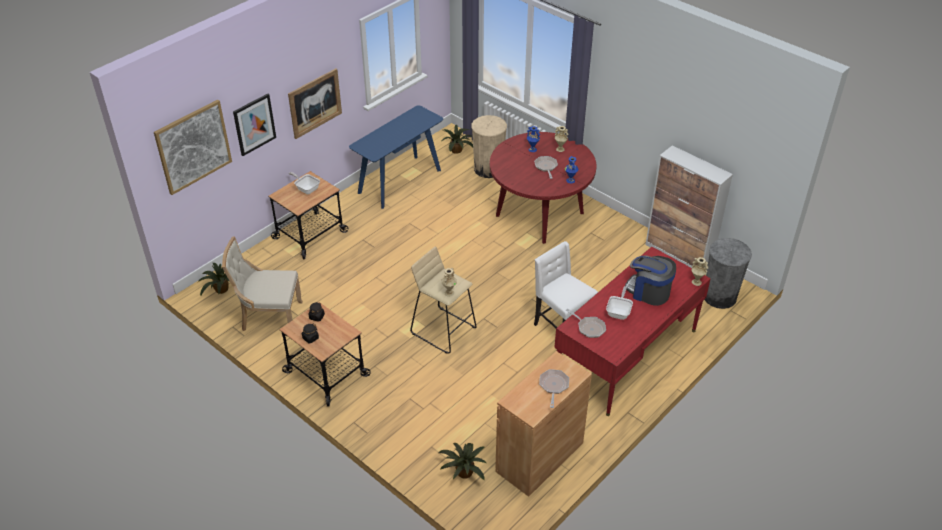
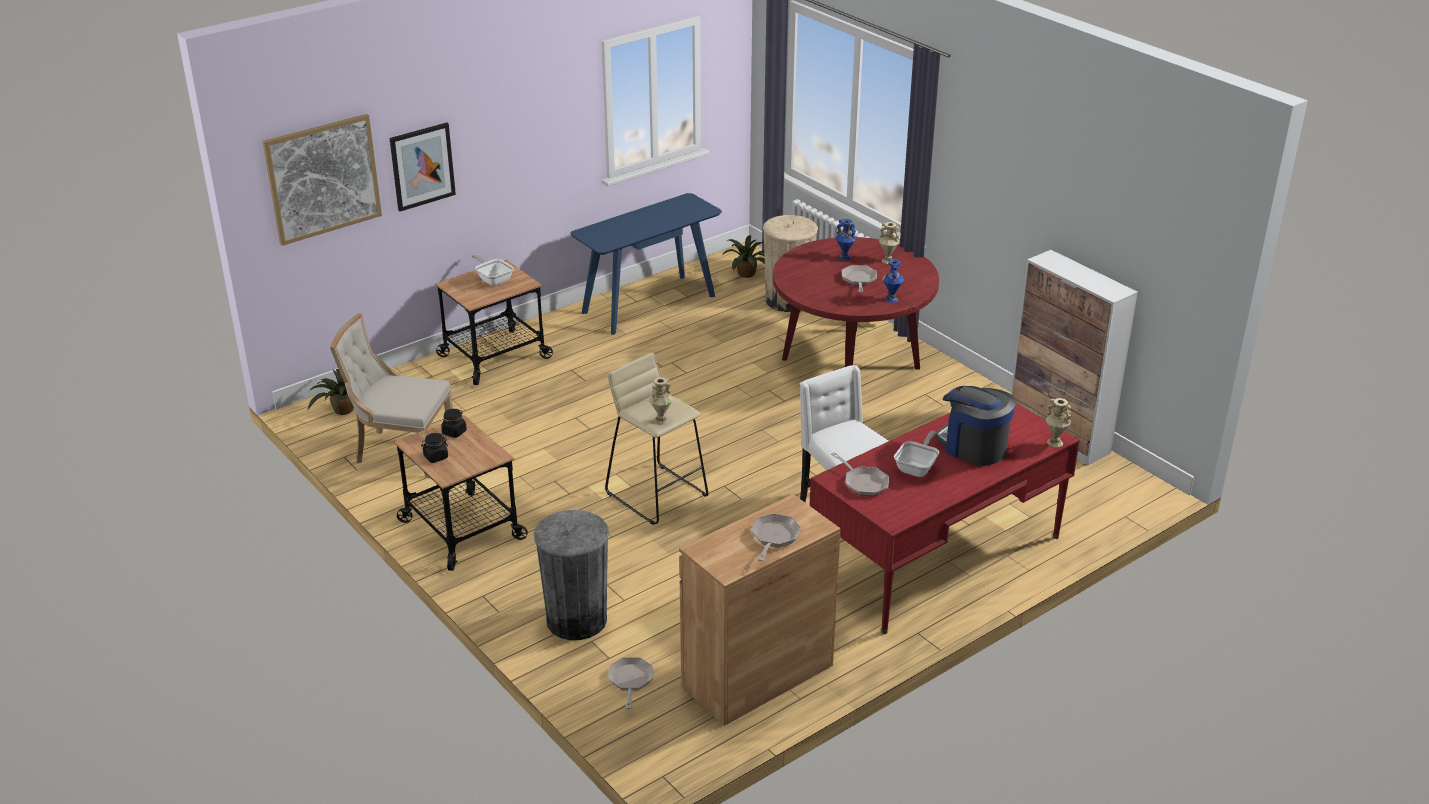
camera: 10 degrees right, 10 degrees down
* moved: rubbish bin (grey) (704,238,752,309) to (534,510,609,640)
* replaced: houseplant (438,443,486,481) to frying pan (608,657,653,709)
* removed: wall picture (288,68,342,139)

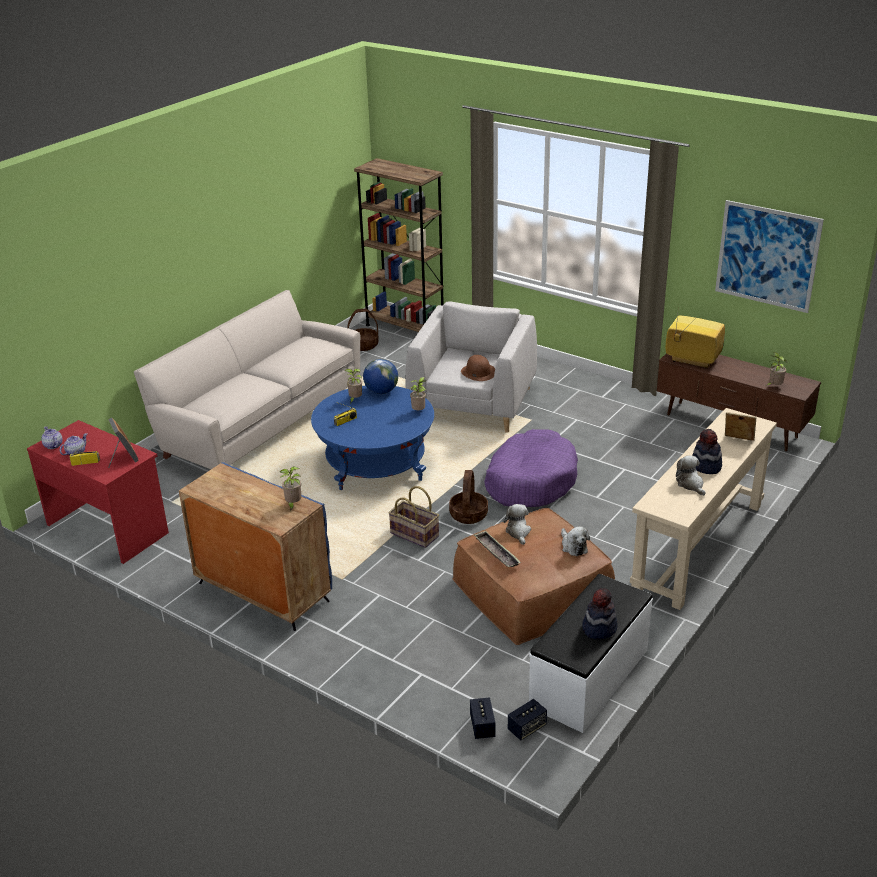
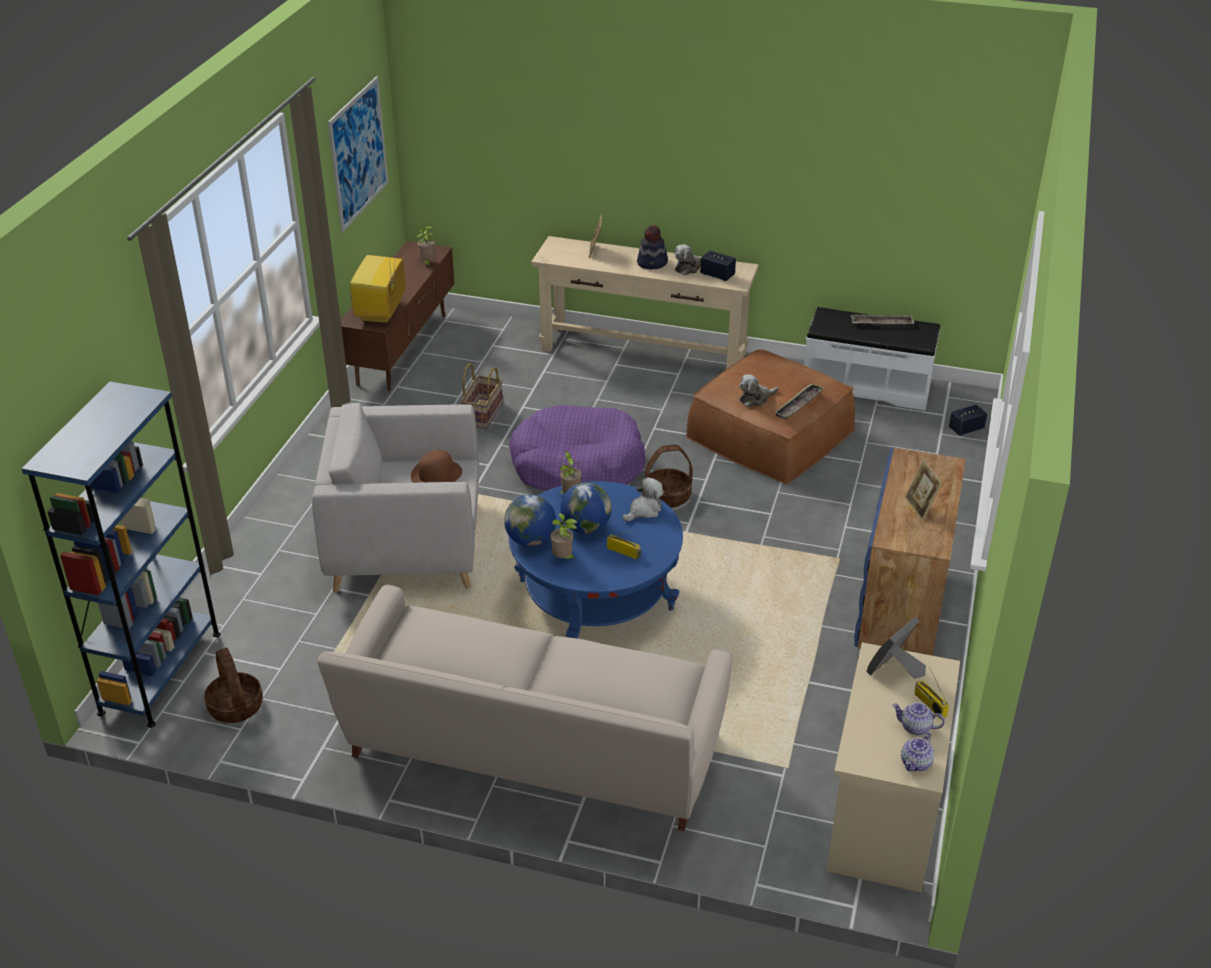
camera: 110 degrees left, 5 degrees up
* recoloured: bookcase (brownish) (354,158,444,332) to bookcase (bluish) (21,381,220,728)
* moved: basket (388,486,439,548) to (460,363,503,429)
* added: desk globe (560,482,612,534)
* moved: plush toy (561,526,590,556) to (622,477,663,521)
* moved: loudspeaker (508,699,547,741) to (700,251,736,281)
* recoloured: desk table (reddish) (27,420,169,564) to desk table (beige-coloured) (827,642,960,893)
* replaced: clothing hat (582,588,618,639) to serving tray (851,314,915,327)
* added: standing frame (905,460,942,520)
* removed: houseplant (280,467,301,511)

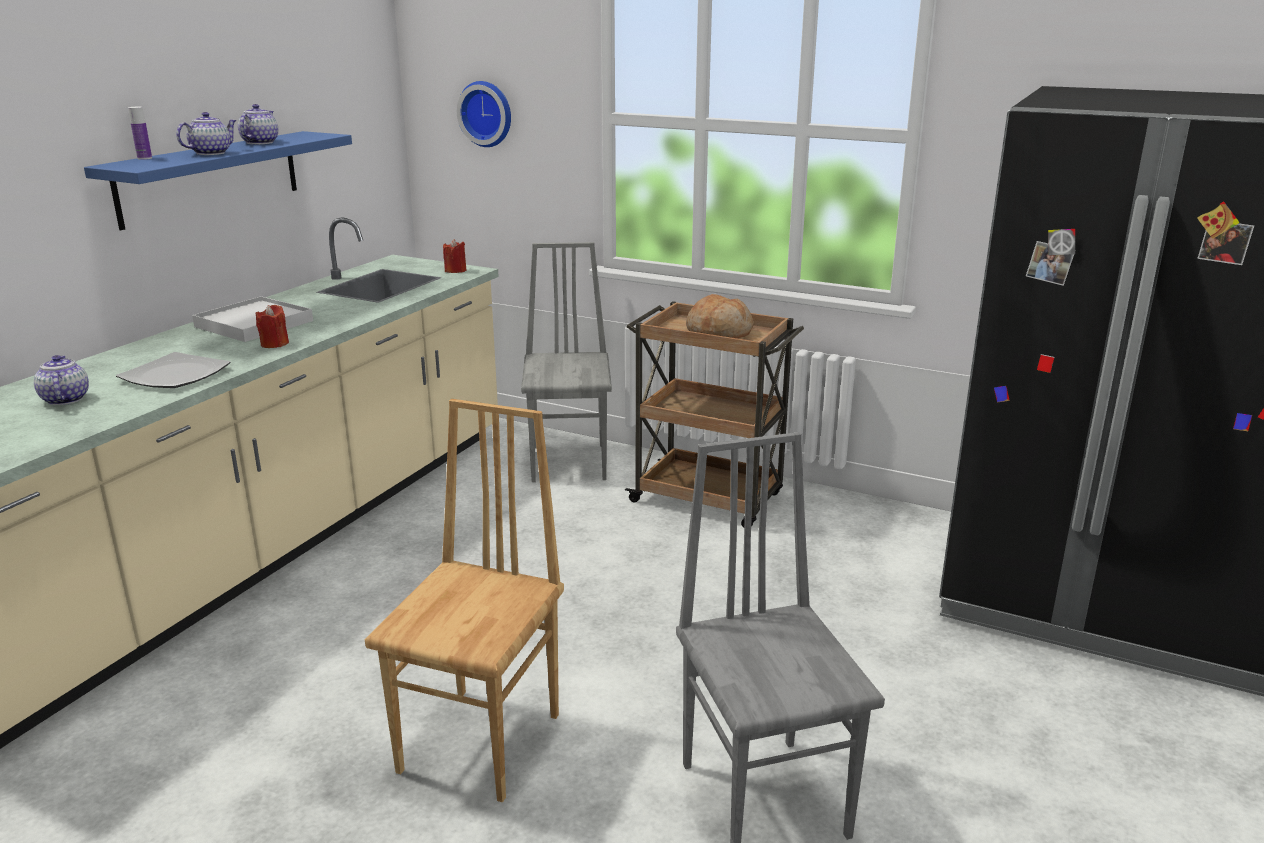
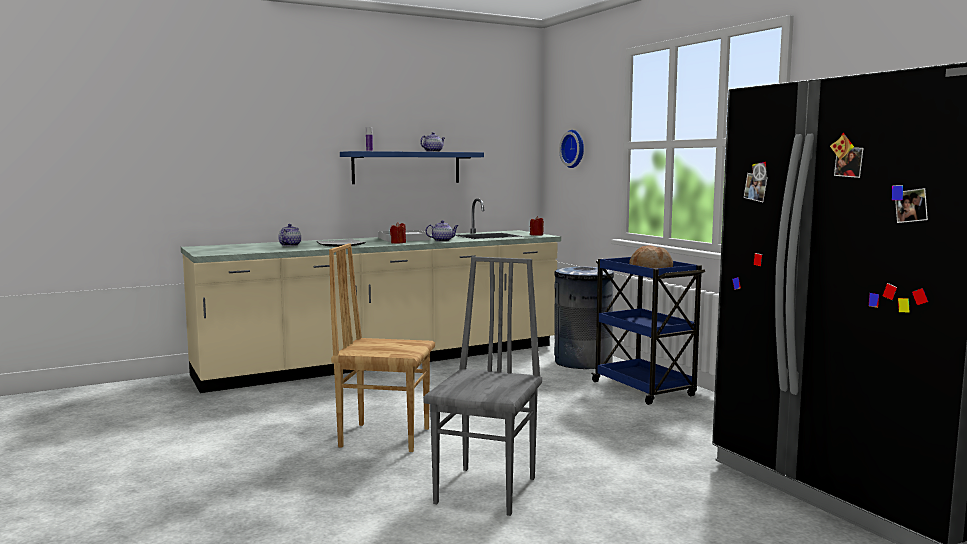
camera: 35 degrees right, 15 degrees down
* turned: plain chair (brownish) (365,399,564,802) = (329,243,435,452) 135 degrees counterclockwise
* moved: teapot (176,112,237,155) to (425,220,459,242)
* replaced: plain chair (grey) (521,242,612,482) to rubbish bin (grey) (554,267,614,369)
* recoloured: cart (brownish) (625,301,804,528) to cart (bluish) (591,257,705,405)

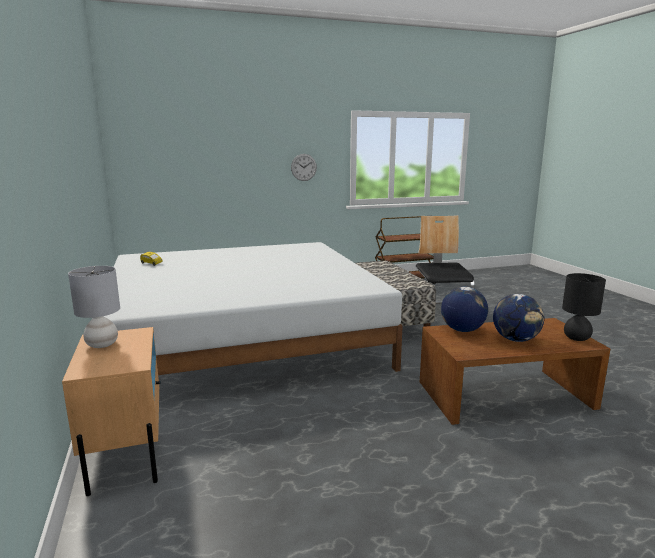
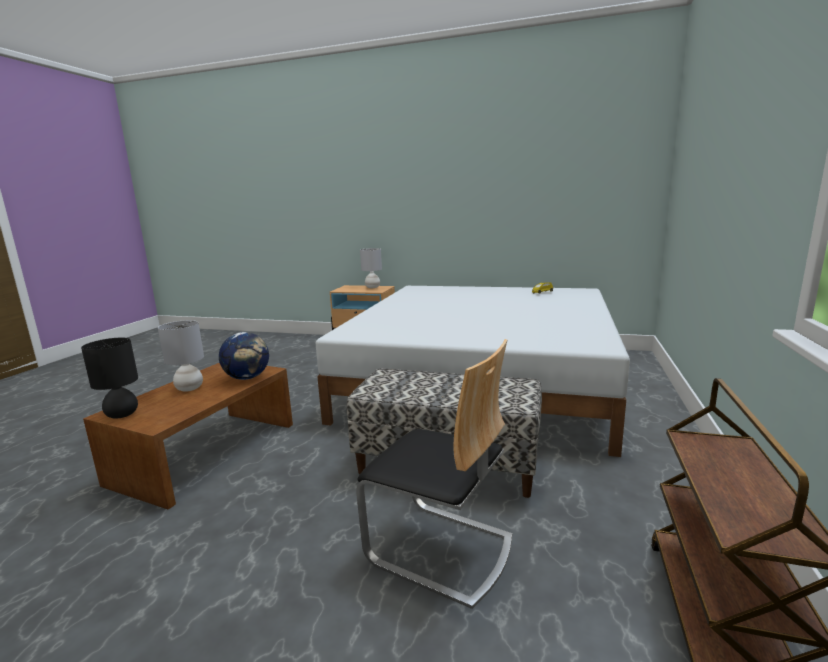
camera: 125 degrees right, 0 degrees up
* replaced: desk globe (493,294,544,342) to table lamp (grey) (158,320,204,392)
* removed: wall clock (291,154,317,181)

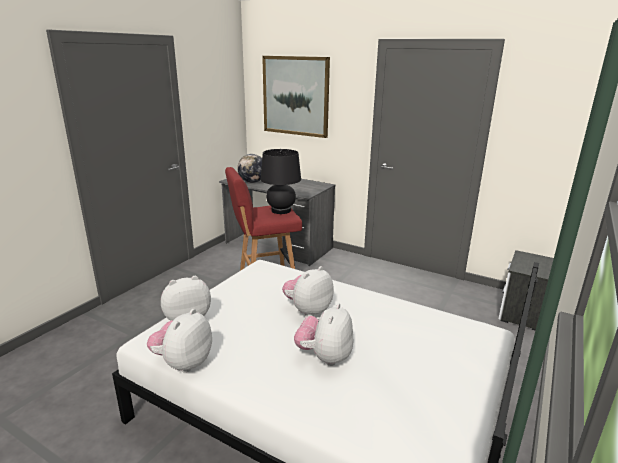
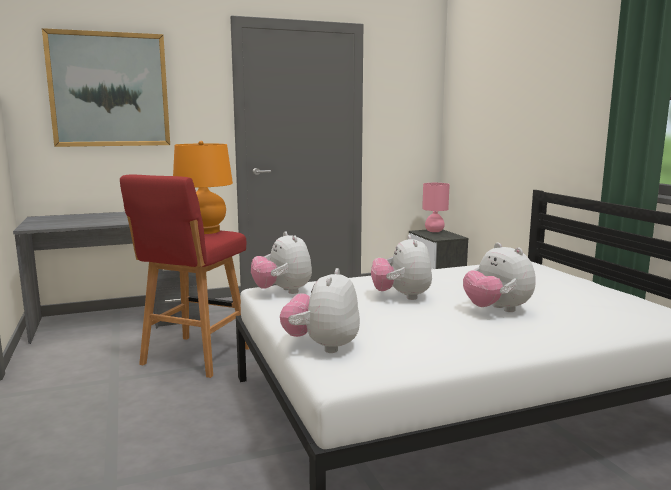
camera: 50 degrees left, 10 degrees down
* recoloured: table lamp (black-coloured) (261,149,301,214) to table lamp (orange) (173,141,233,234)
* moved: plush toy (147,309,212,373) to (251,231,312,294)
* added: table lamp (pinkish) (422,183,450,232)
* removed: desk globe (237,154,262,183)

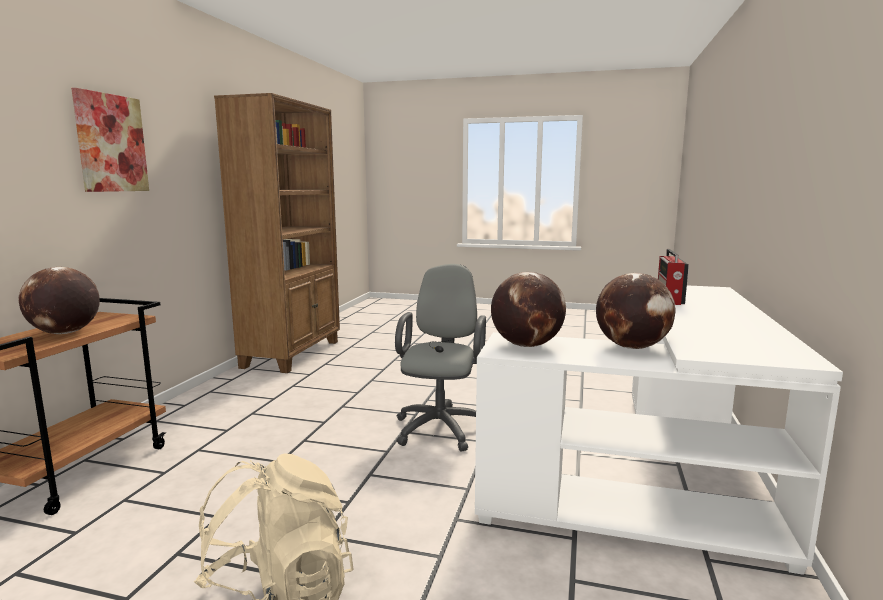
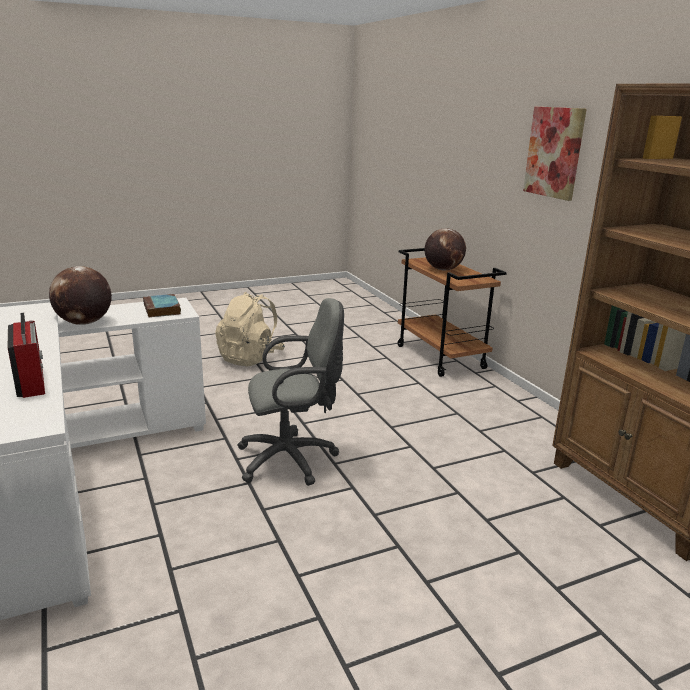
camera: 140 degrees right, 10 degrees up
* replaced: desk globe (491,272,566,347) to book (143,294,181,317)
* turned: computer chair (grey) (395,264,486,452) = (237,298,344,486) 75 degrees counterclockwise

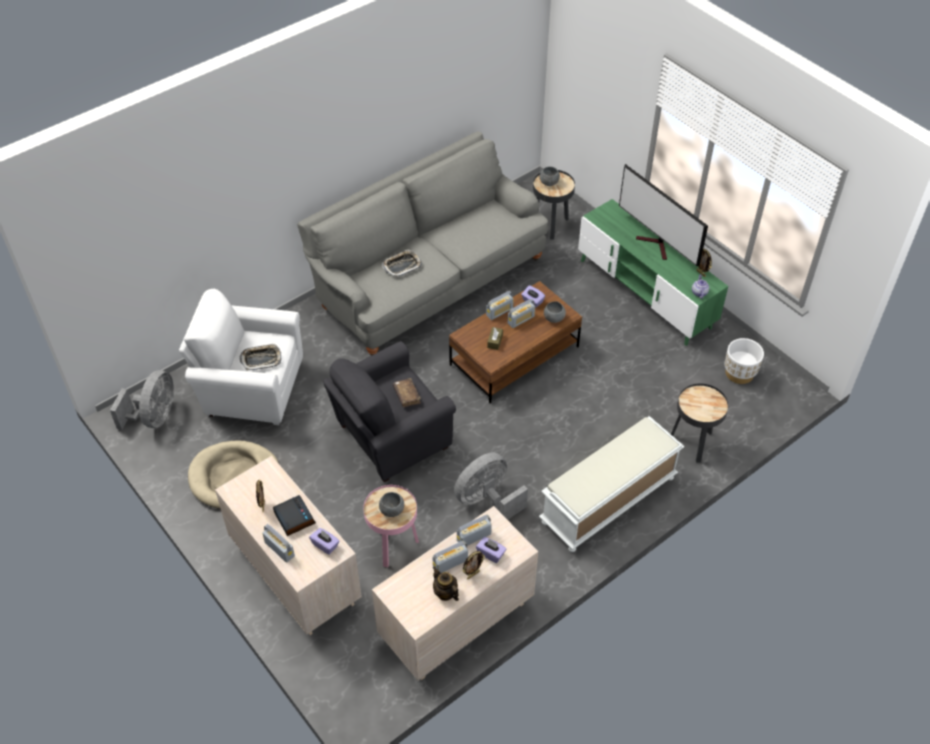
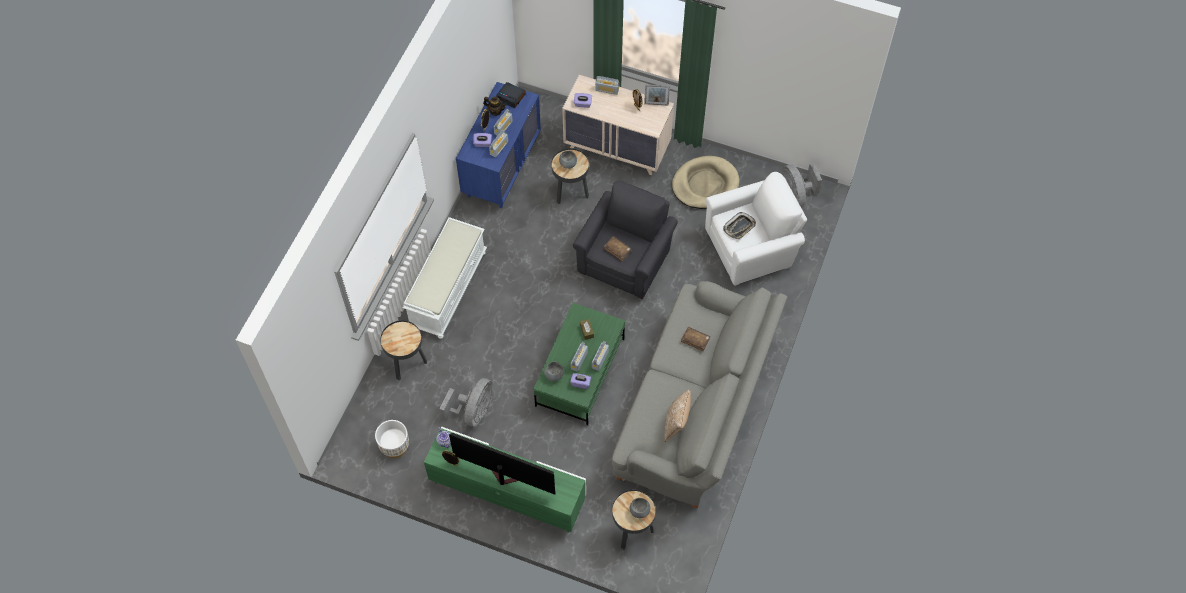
camera: 150 degrees right, 10 degrees up
* moved: fan (grey) (454,452,528,520) to (439,378,493,426)
* recoloured: dresser (beige-coloured) (372,506,538,681) to dresser (bluish) (456,82,541,208)
* moved: table clock (273,495,316,536) to (496,82,526,108)
* recoloured: low table (brownish) (449,281,582,403) to low table (green-coloured) (534,303,625,425)
* recoloured: side table (pinkish) (363,485,419,568) to side table (black-coloured) (551,148,589,204)
* added: standing frame (644,84,670,106)
* added: throw pillow (664,390,691,442)
* replaced: serving tray (382,249,422,277) to book (brownish) (681,327,710,351)

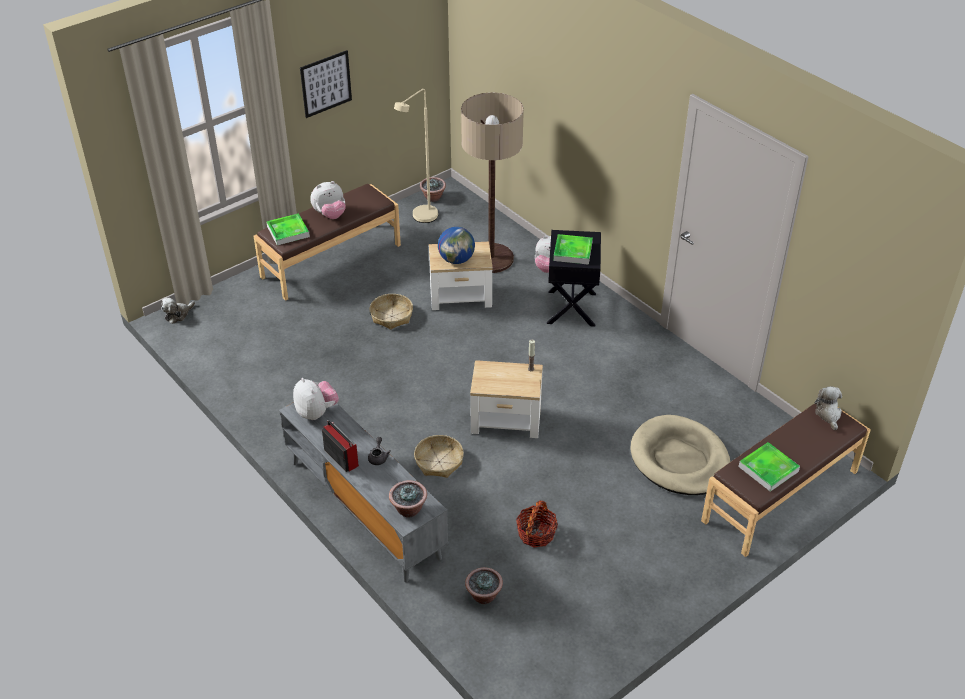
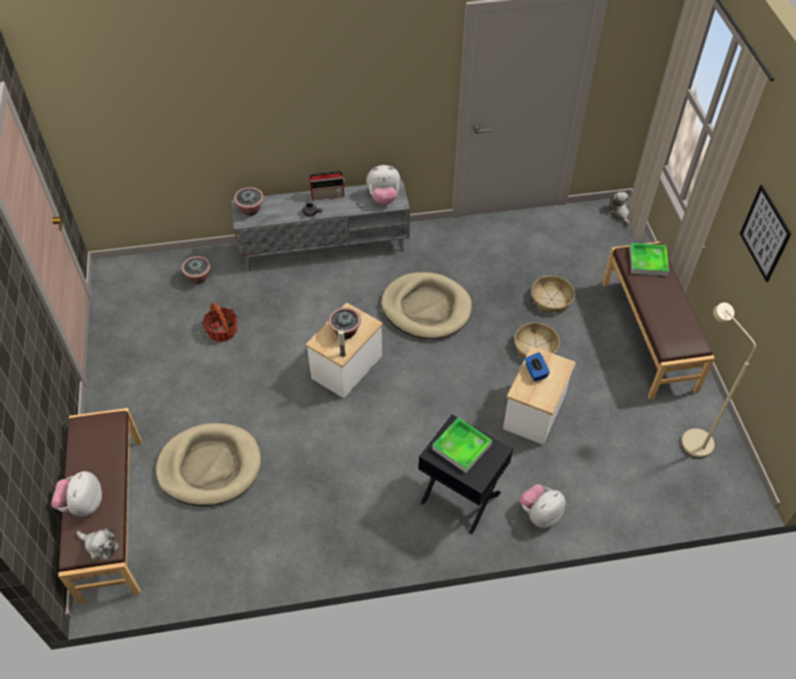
camera: 120 degrees right, 10 degrees up
* moved: plush toy (311,181,346,219) to (51,471,102,517)
* moved: houseplant (420,177,446,202) to (328,308,361,339)
* added: dog bed (beige-coloured) (381,272,472,339)
* replaced: desk globe (438,227,475,264) to tissue holder (bluish) (525,352,550,381)
* moved: basket (414,435,464,478) to (531,276,575,314)
* removed: standing lamp (461,93,524,273)
* removed: serving tray (738,442,800,492)

